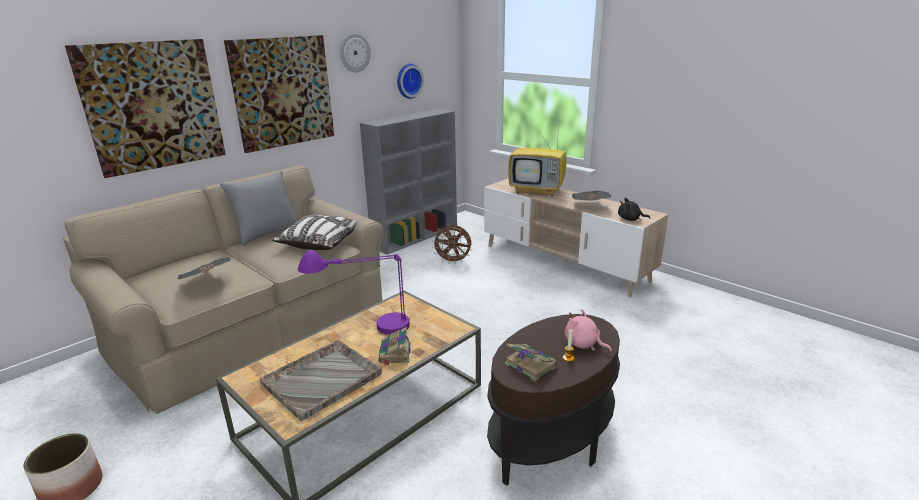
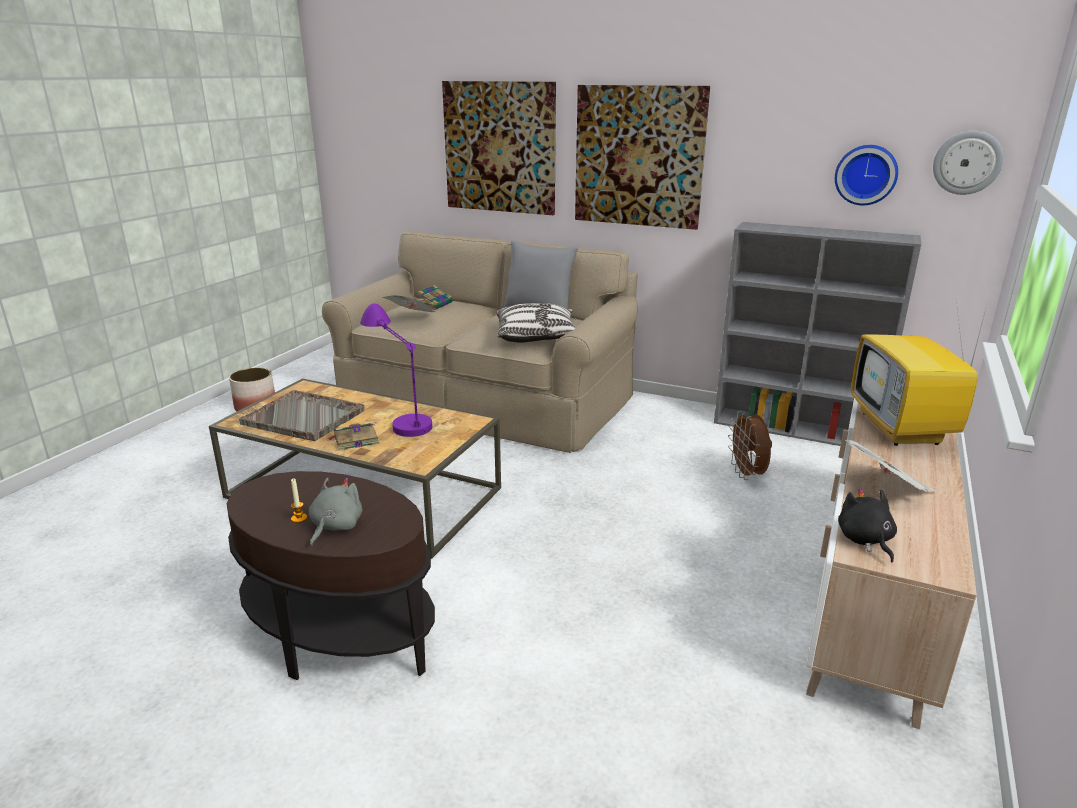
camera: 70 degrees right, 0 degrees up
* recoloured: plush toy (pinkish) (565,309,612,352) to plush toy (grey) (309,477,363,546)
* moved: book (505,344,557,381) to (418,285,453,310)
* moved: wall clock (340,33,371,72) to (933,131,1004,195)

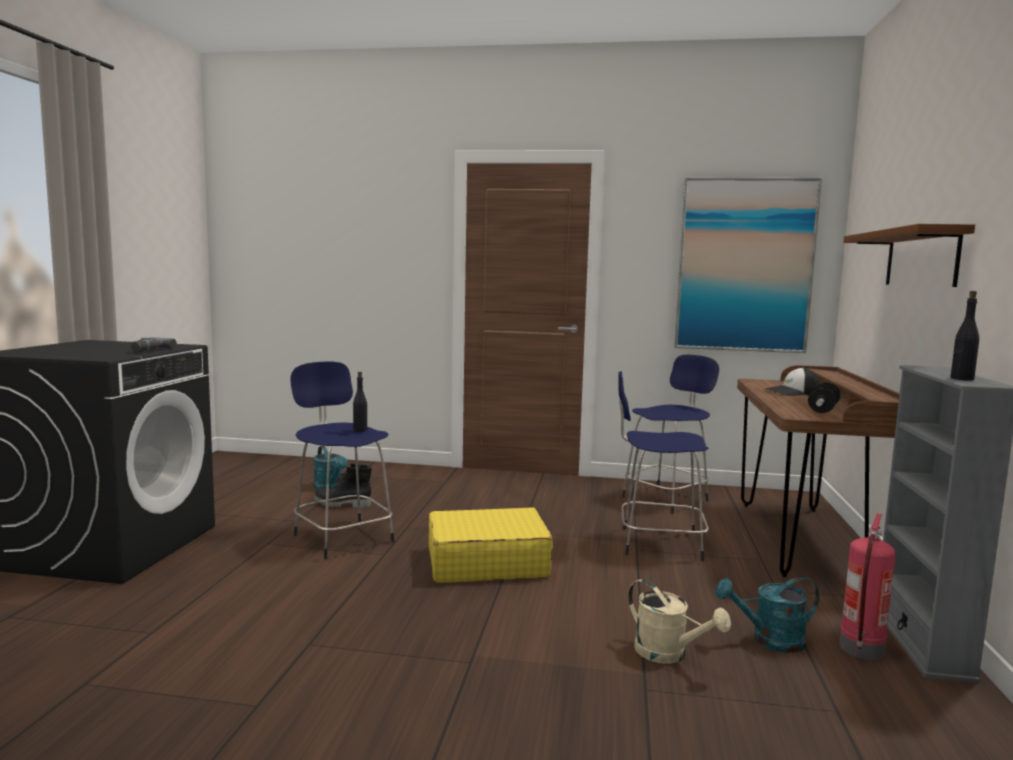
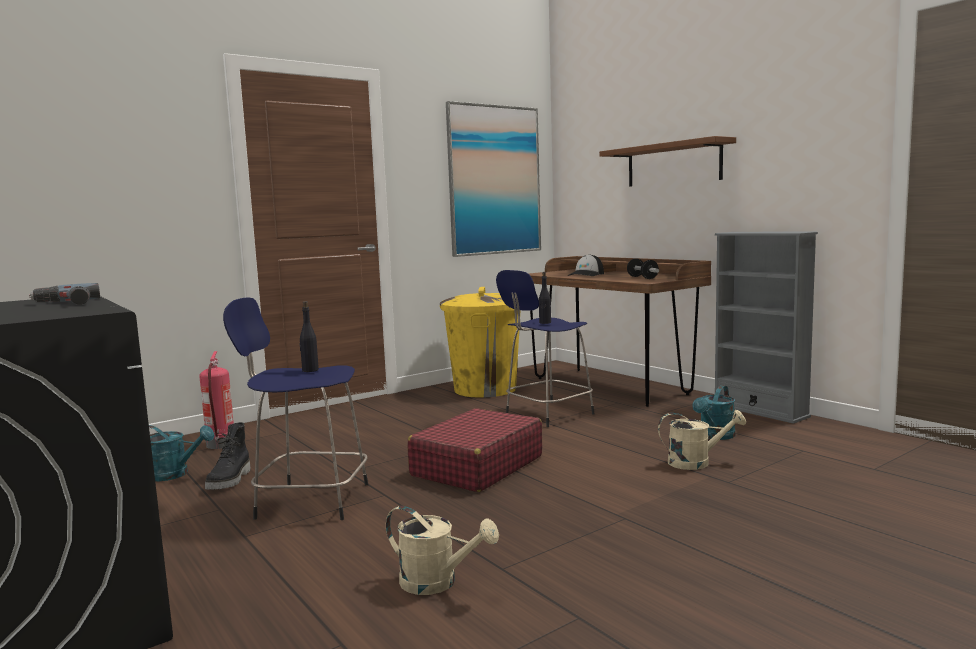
camera: 45 degrees left, 0 degrees up
* moved: extinguisher (839,514,896,660) to (199,351,234,449)
* turned: tall boot (black-coloured) (314,464,372,508) = (205,422,250,490) 45 degrees counterclockwise
* added: watering pot (beige-coloured) (386,506,499,595)
* recoloured: suitcase (yellow) (429,507,553,583) to suitcase (reddish) (407,408,542,492)
* replaced: stool (bluish) (622,355,719,514) to rubbish bin (yellow) (440,287,519,398)
* moved: bottle (black-coloured) (951,291,979,381) to (539,272,551,324)

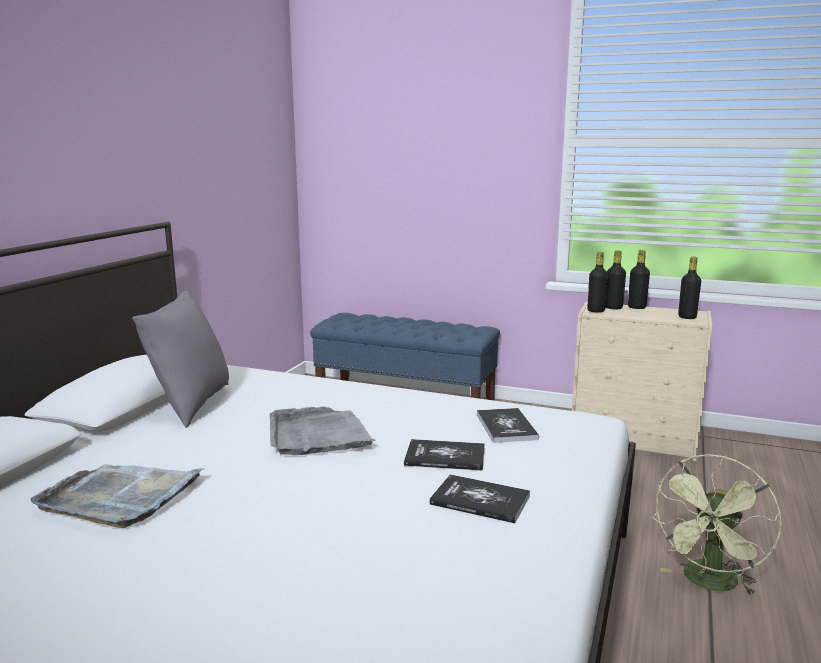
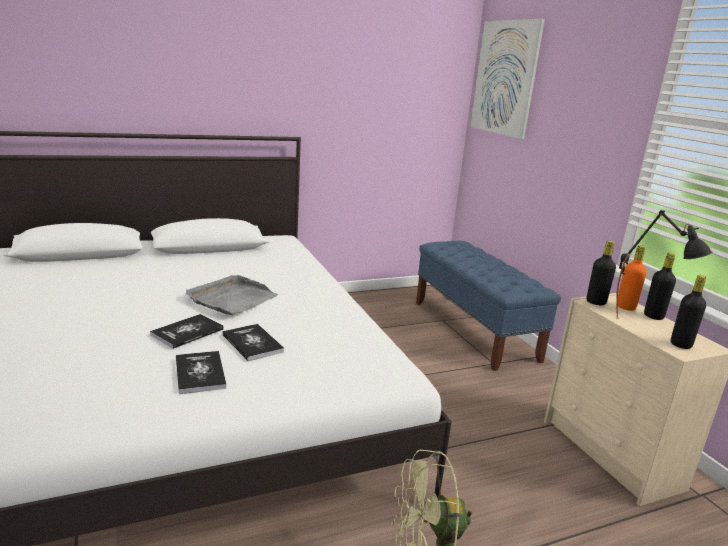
camera: 45 degrees right, 5 degrees up
* moved: book (477,408,539,443) to (150,314,224,349)
* added: wall picture (470,19,545,139)
* added: table lamp (black-coloured) (616,210,712,315)
* recoloured: bottle (black-coloured) (605,250,626,309) to bottle (orange) (618,245,647,311)
* removed: serving tray (grey) (31,464,205,528)
* removed: throw pillow (grey) (132,291,229,428)

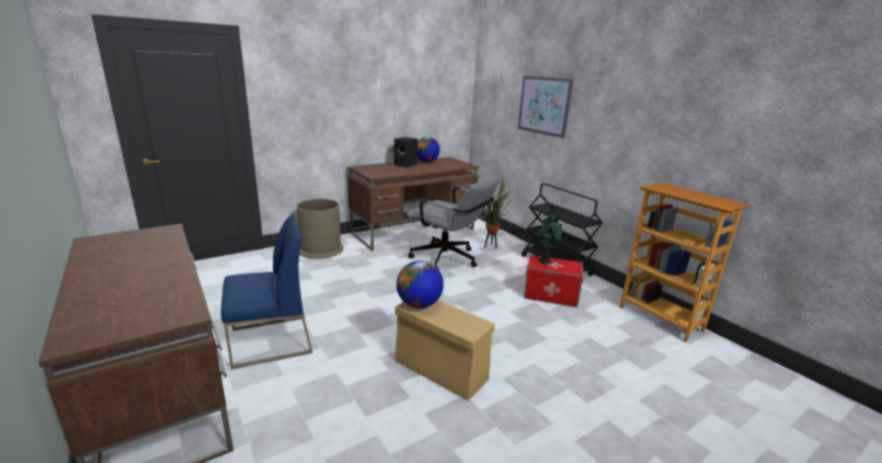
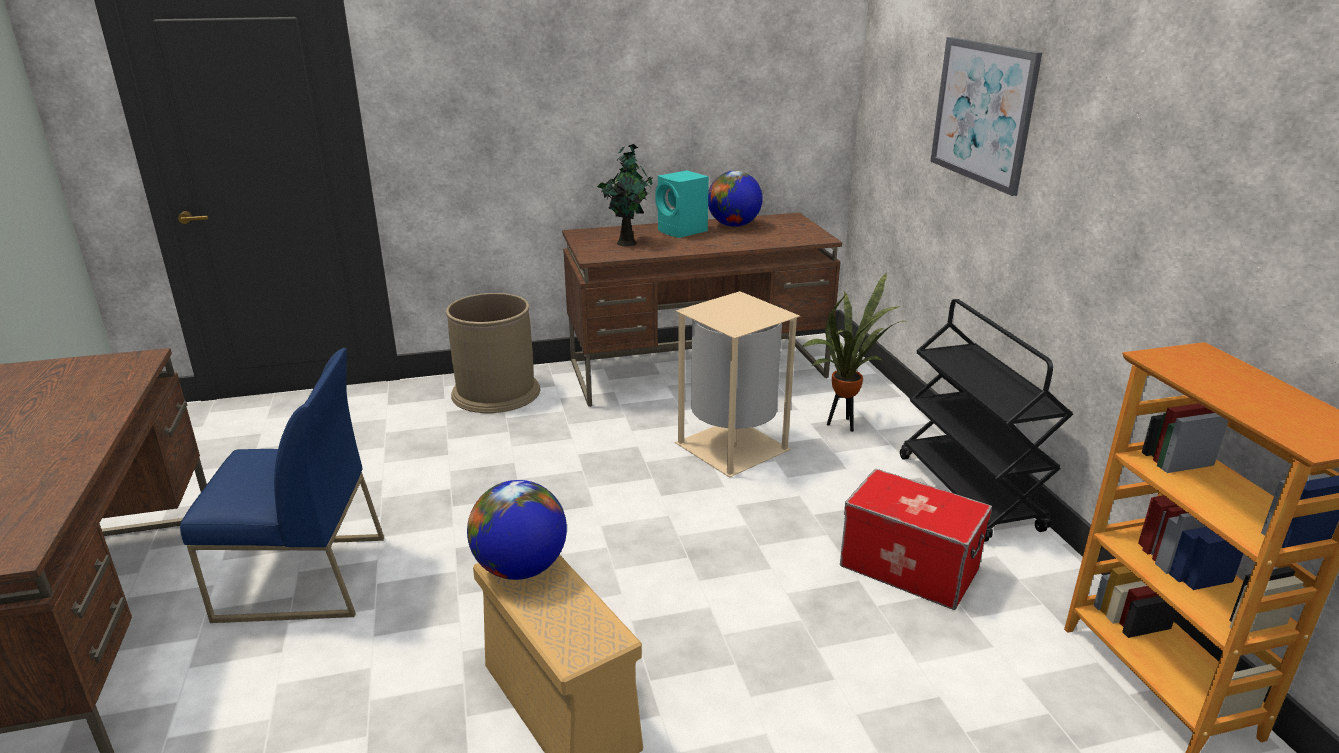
camera: 20 degrees right, 5 degrees up
* moved: houseplant (534,206,563,264) to (597,144,653,246)
* recoloured: loudspeaker (black-coloured) (393,137,418,167) to loudspeaker (turquoise) (655,170,709,238)
* replaced: computer chair (grey) (407,175,501,270) to rubbish bin (beige-coloured) (675,291,800,477)

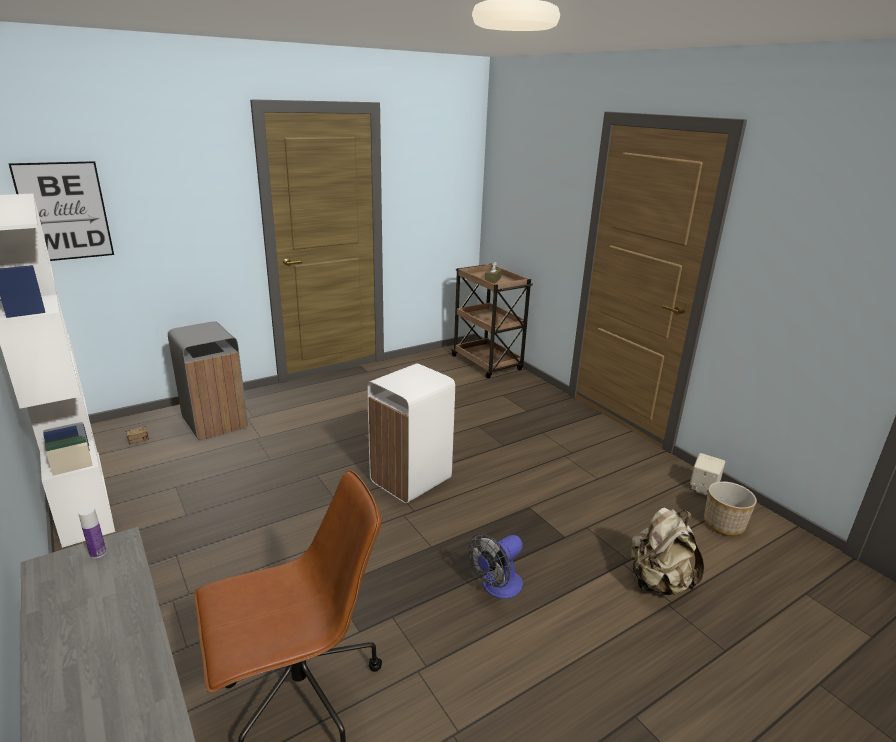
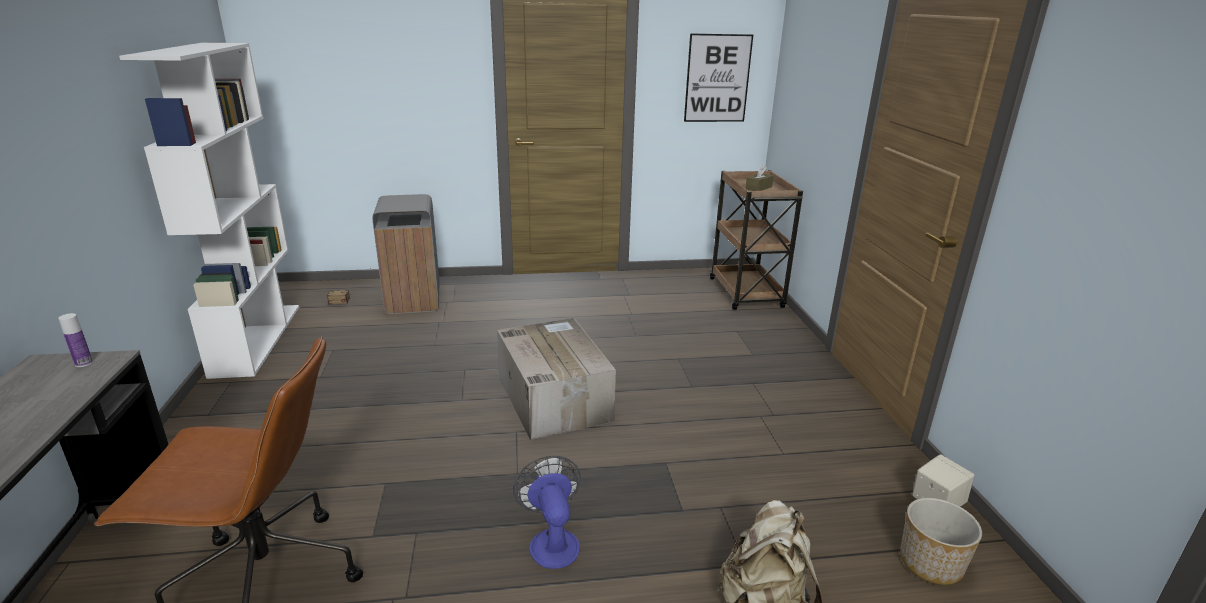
camera: 25 degrees right, 0 degrees up
* replaced: rubbish bin (whitish) (367,363,455,503) to packing box (497,318,616,440)
* turned: fan (469,534,523,599) = (513,456,581,569) 90 degrees clockwise
* moved: wall picture (8,161,114,261) to (684,34,753,122)

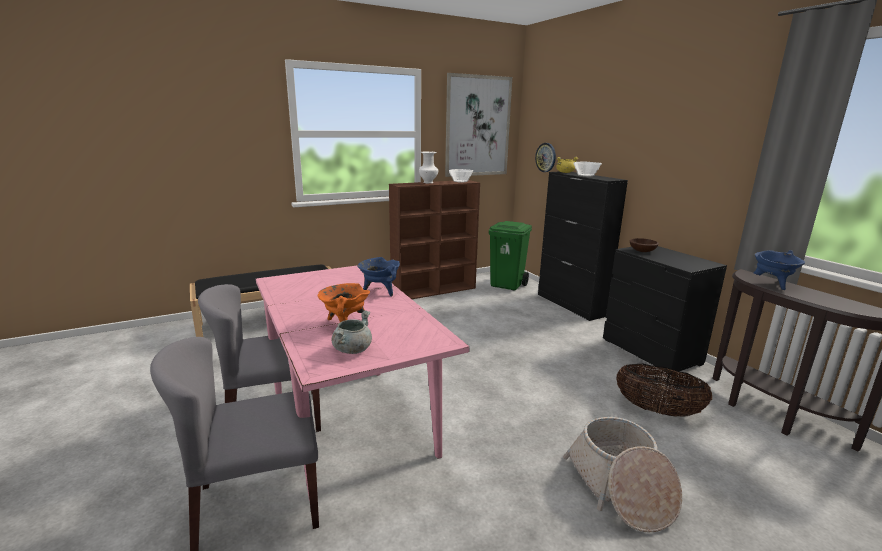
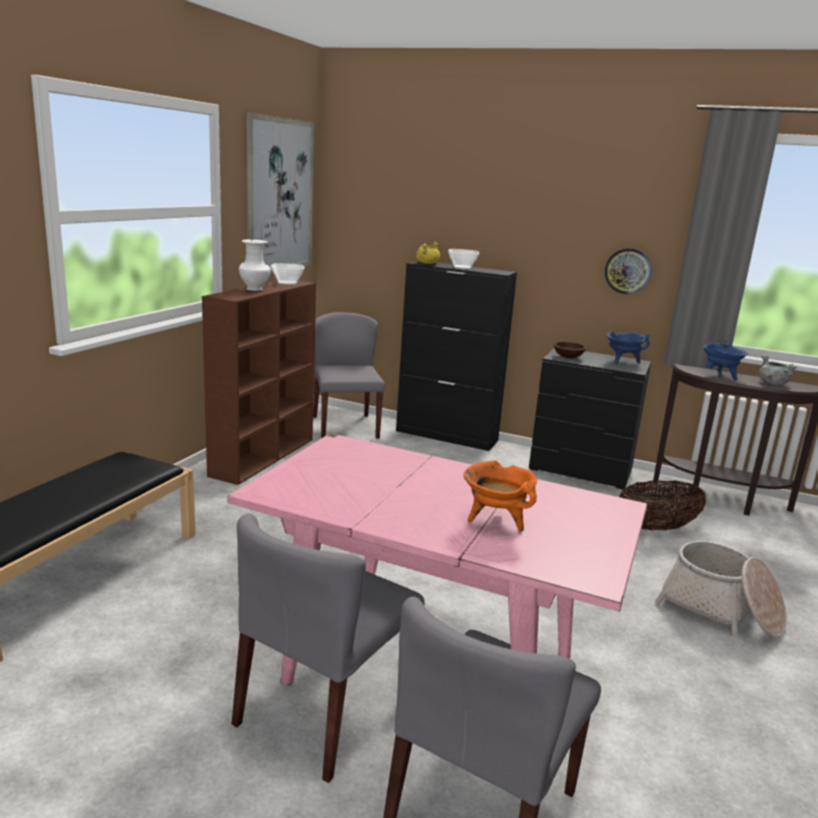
camera: 40 degrees left, 0 degrees up
* replaced: rubbish bin (green-coloured) (489,221,532,290) to plain chair (grey) (313,312,385,439)
* moved: wall clock (535,143,556,172) to (604,248,652,294)
* moved: cooking pot (bluish) (358,257,400,296) to (606,331,650,364)
* moved: cooking pot (grey) (331,310,372,354) to (759,355,797,385)

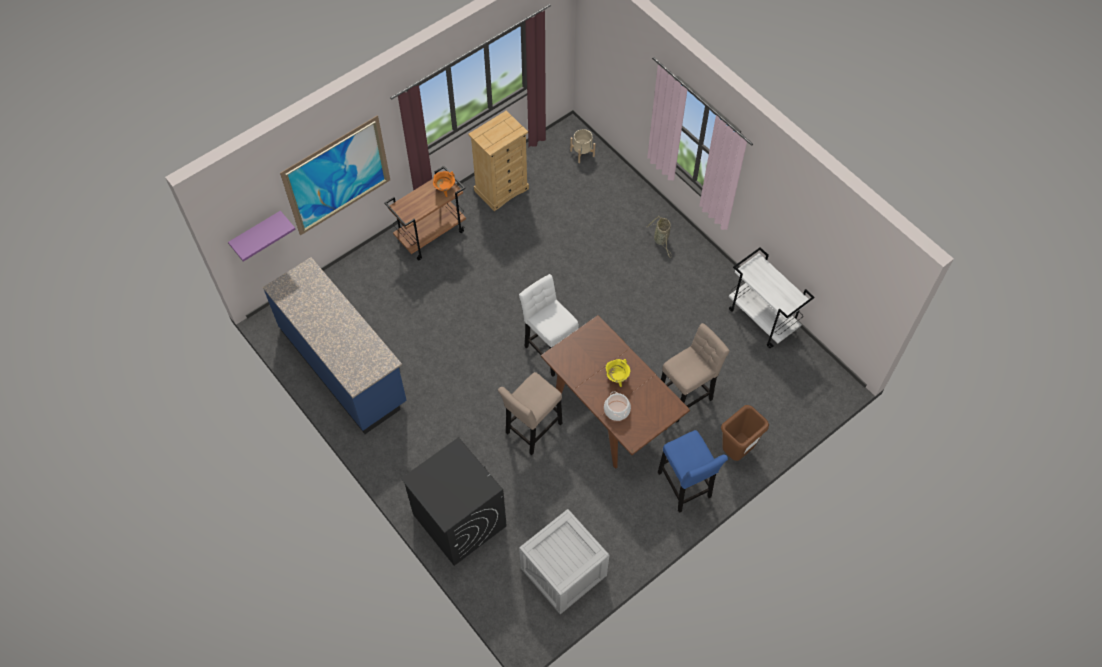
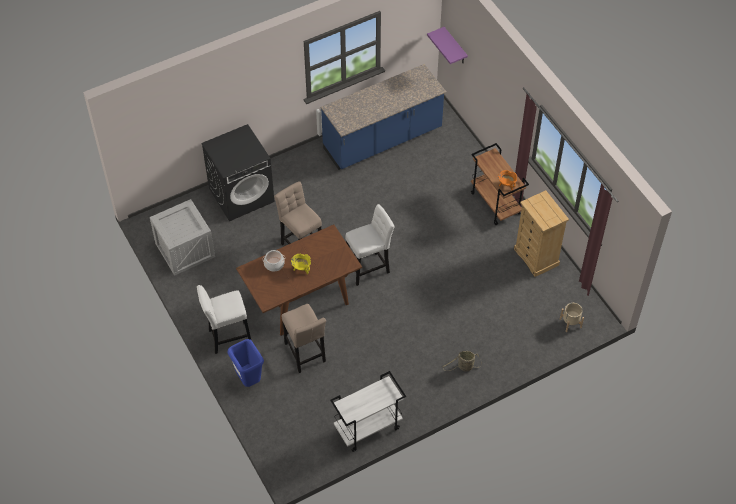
camera: 100 degrees right, 5 degrees down
* recoloured: stool (bluish) (658,430,728,513) to stool (whitish) (197,285,251,354)
* recoloured: rubbish bin (brownish) (721,405,769,461) to rubbish bin (bluish) (228,339,264,387)
* removed: wall picture (280,115,390,236)

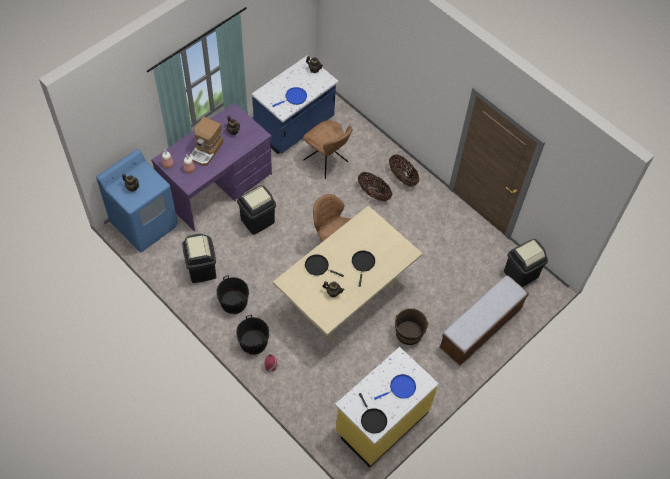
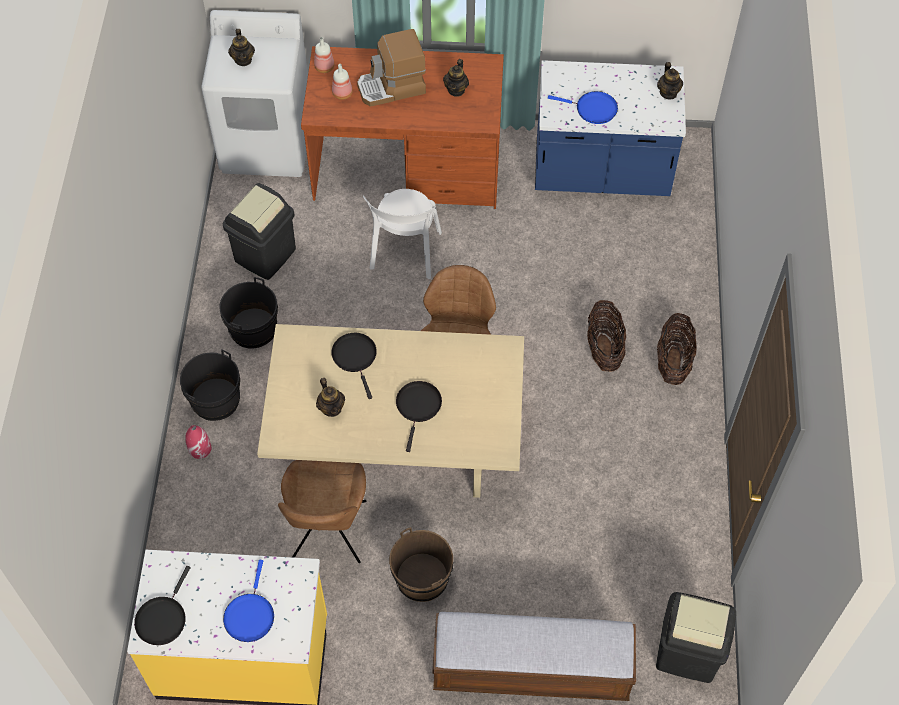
camera: 50 degrees right, 0 degrees up
* recoloured: washing machine (bluish) (96,149,178,252) to washing machine (whitish) (201,10,308,177)
* turned: frying pan (bluish) (374,374,416,400) = (223,560,274,642) 75 degrees clockwise
* moved: plain chair (brownish) (303,120,353,179) to (278,460,366,563)
* recoloured: desk table (purple) (151,103,272,232) to desk table (brownish) (301,46,504,209)
* replaced: rubbish bin (black-coloured) (237,185,276,235) to plain chair (whitish) (363,189,442,279)
* turned: frying pan (black-coloured) (352,251,375,287) = (396,381,442,452) 45 degrees counterclockwise

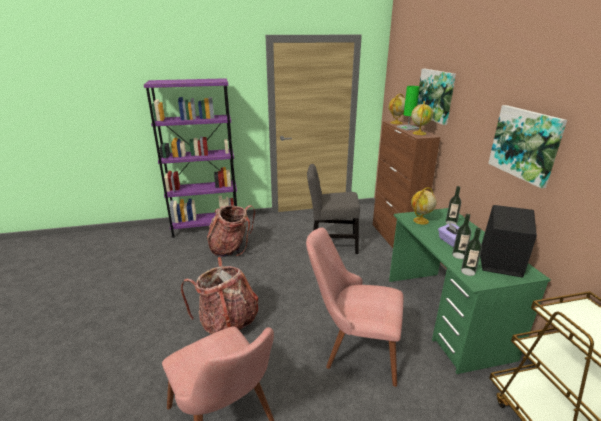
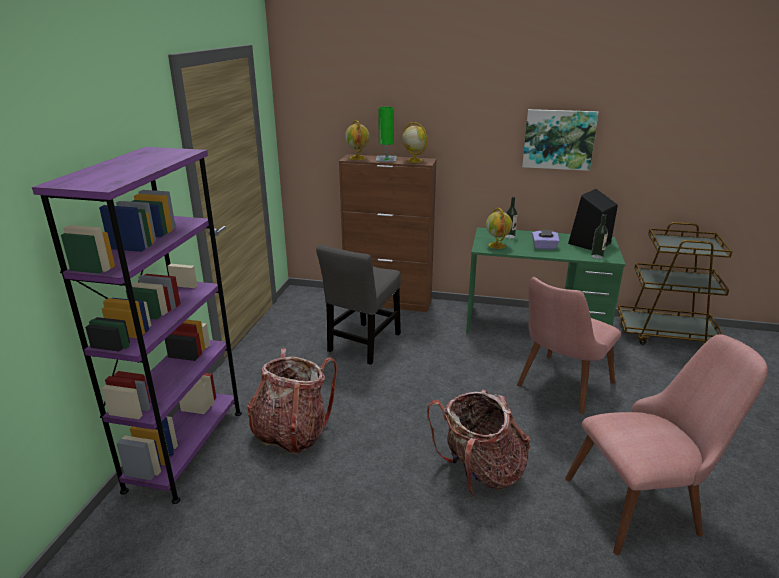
camera: 65 degrees left, 0 degrees up
* removed: wall picture (417,69,456,125)
* removed: bottle (452,214,471,259)

